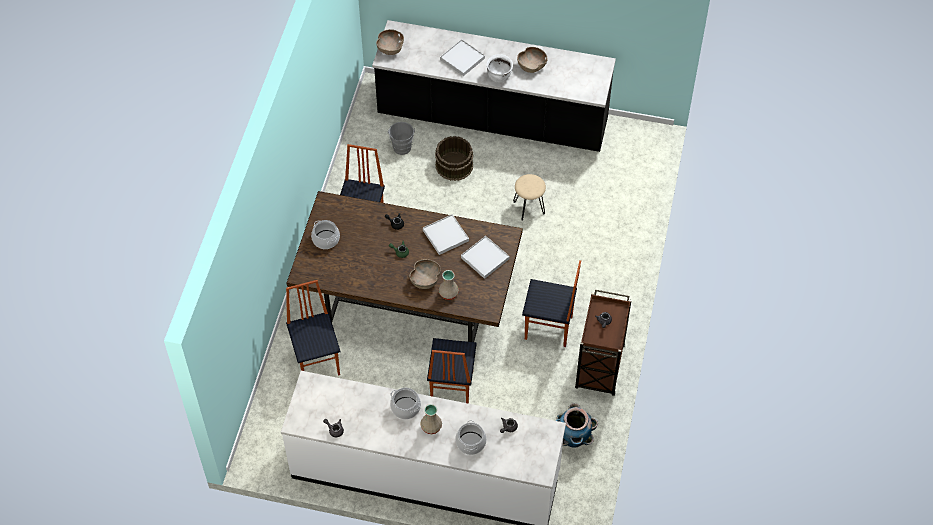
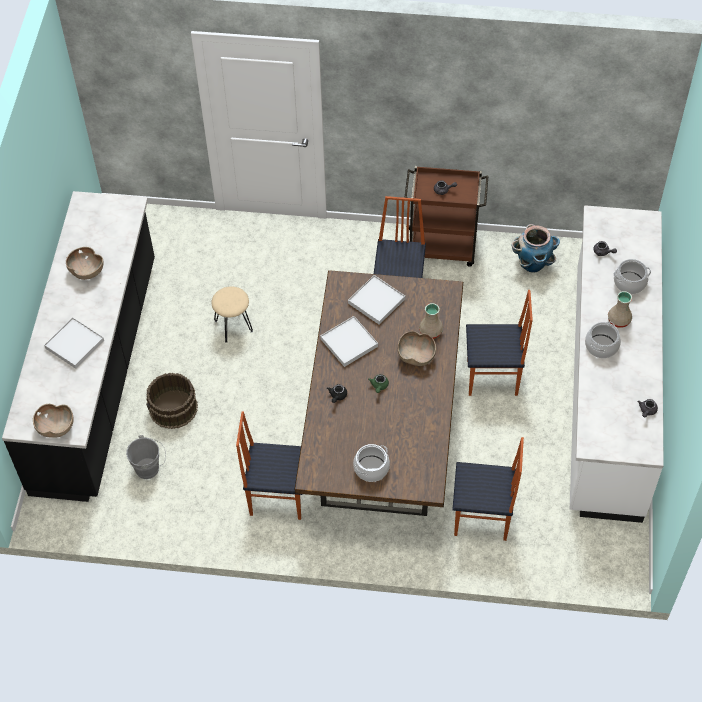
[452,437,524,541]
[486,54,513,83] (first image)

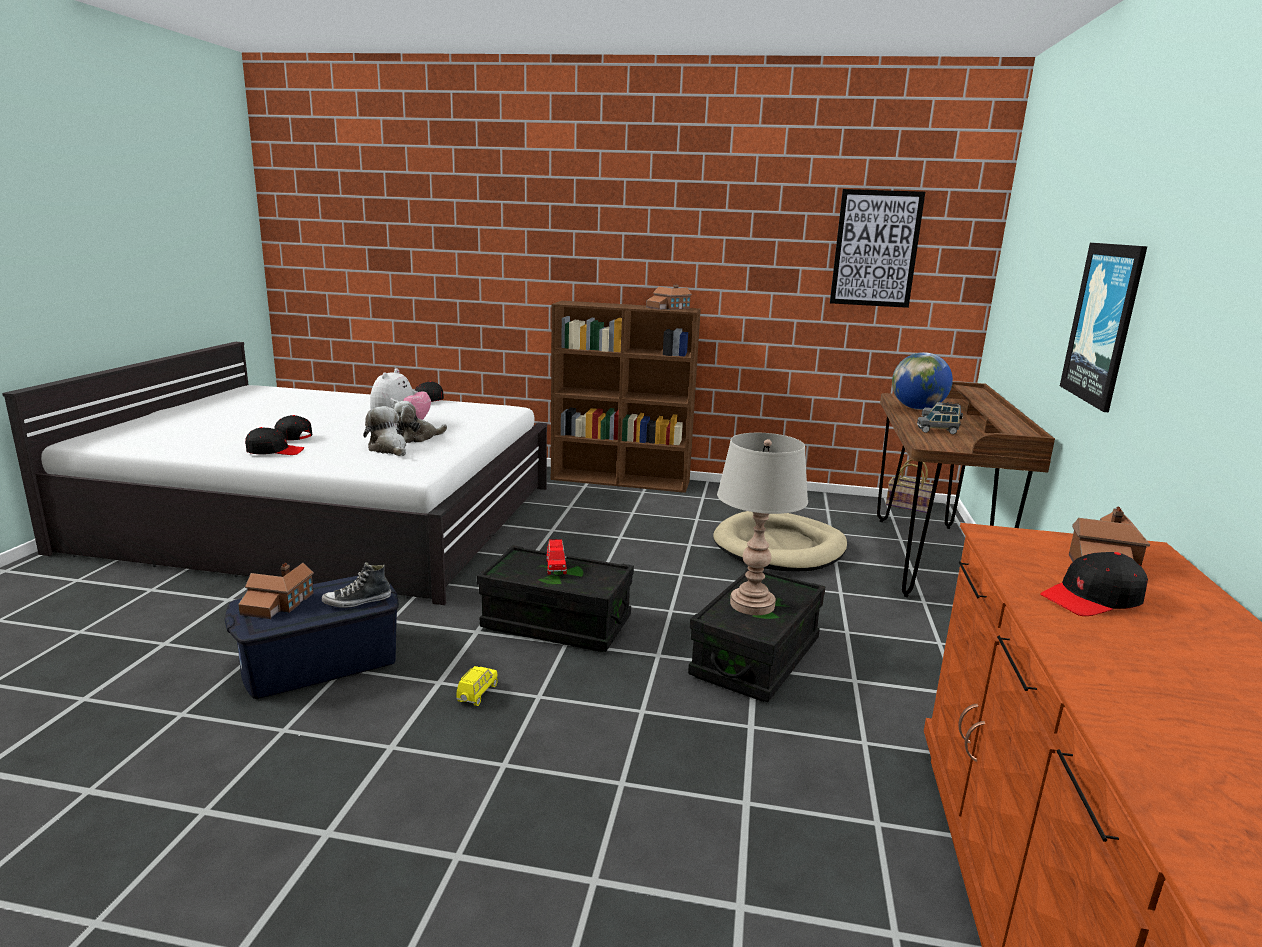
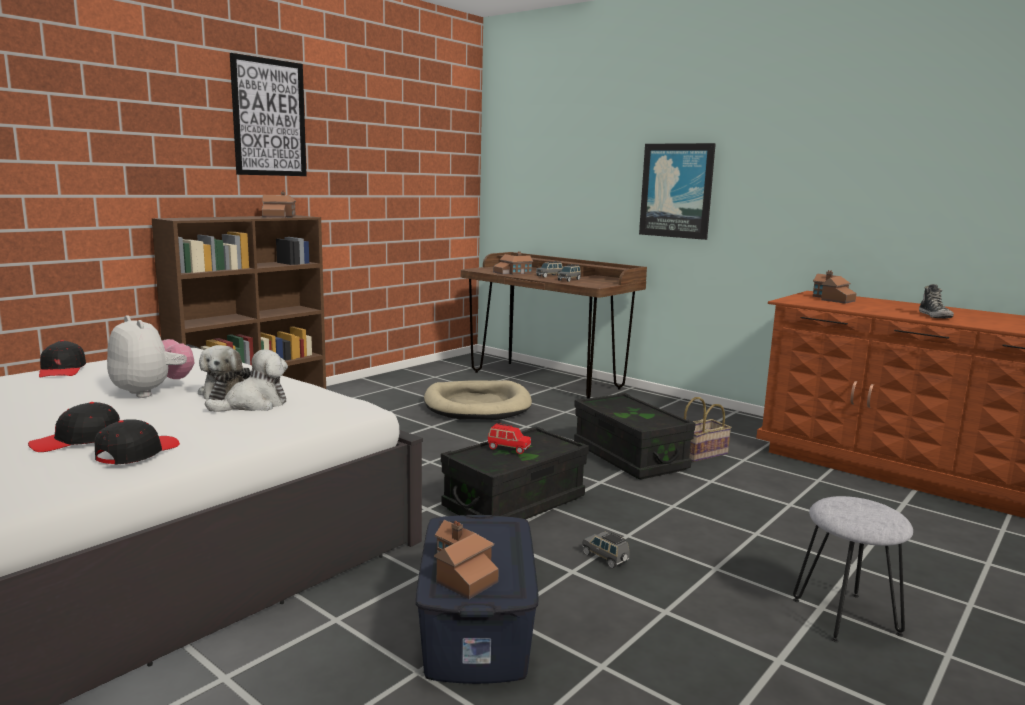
[205,349,288,412]
[230,53,307,176]
[493,252,533,275]
[582,531,630,568]
[684,397,732,462]
[793,496,913,642]
[919,284,954,318]
[717,433,808,615] (first image)
[1040,552,1148,616] (first image)

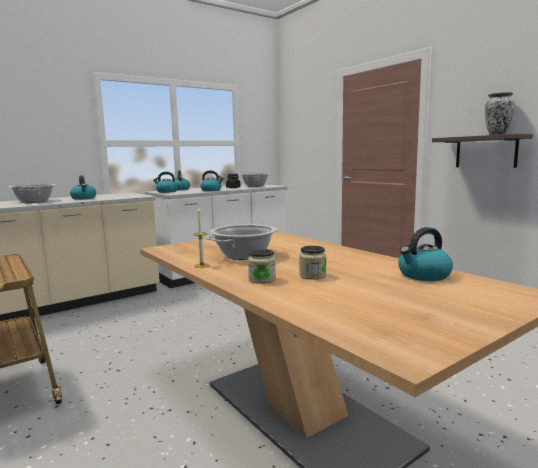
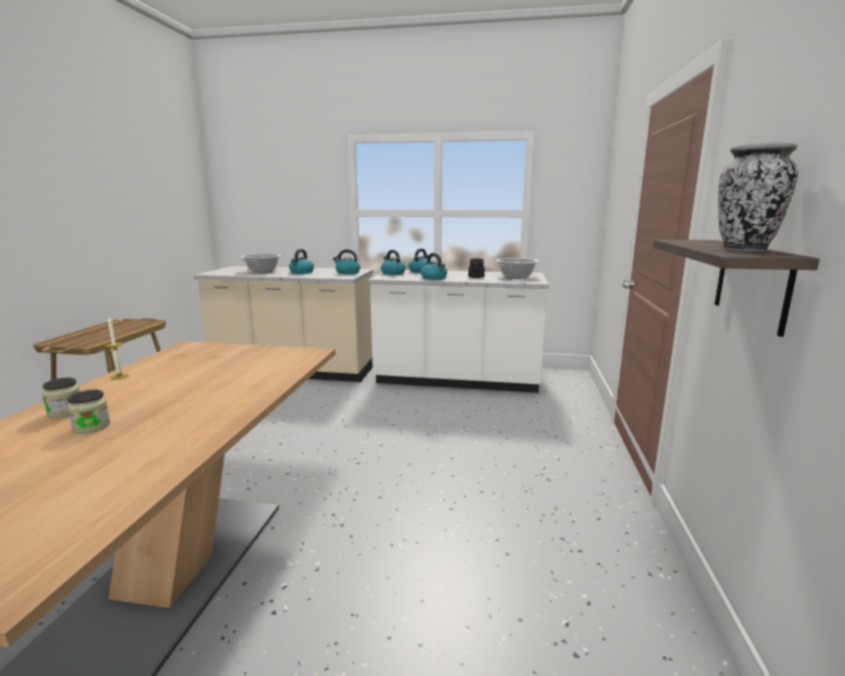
[333,249,360,274]
[206,224,278,260] (first image)

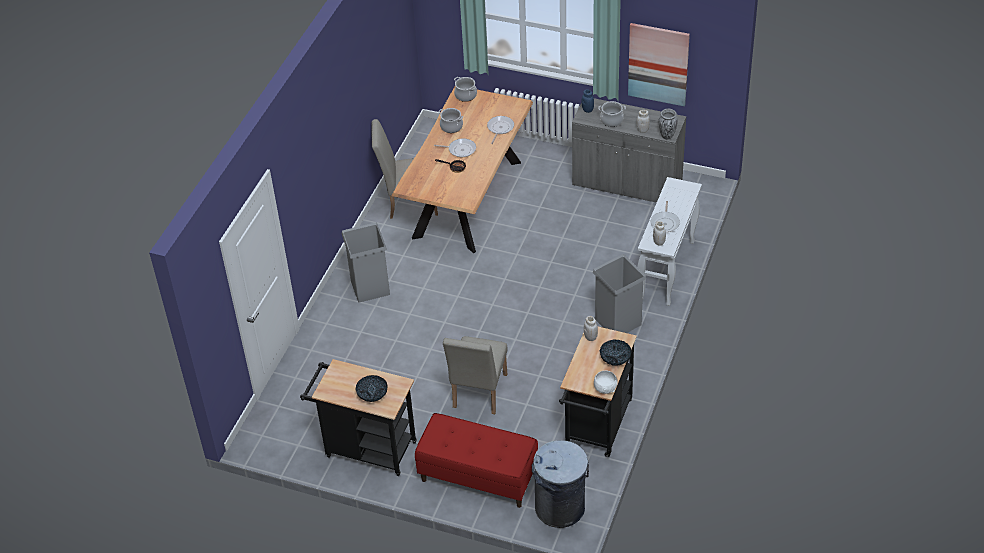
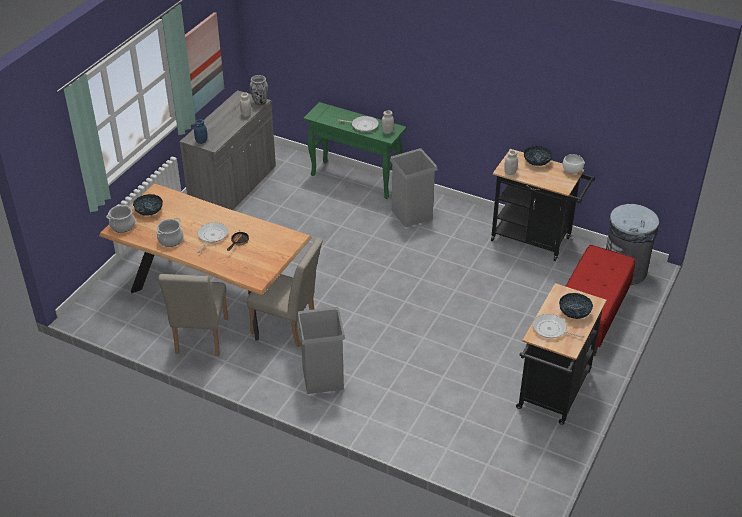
[133,194,163,216]
[247,237,323,347]
[303,102,406,199]
[533,314,585,338]
[598,101,626,127] (first image)

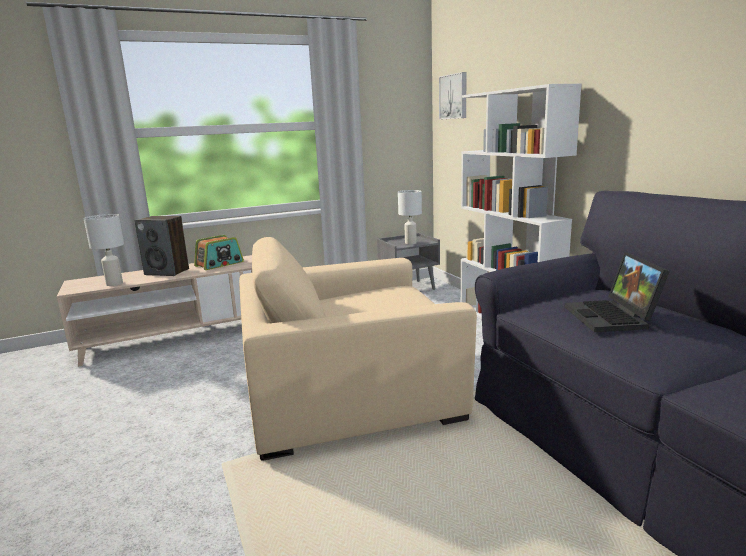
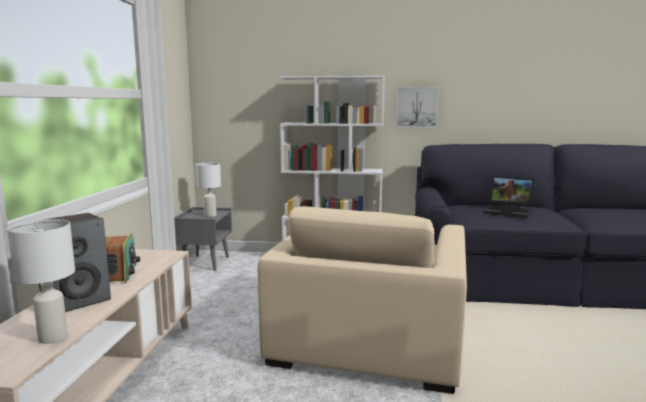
[396,87,438,128]

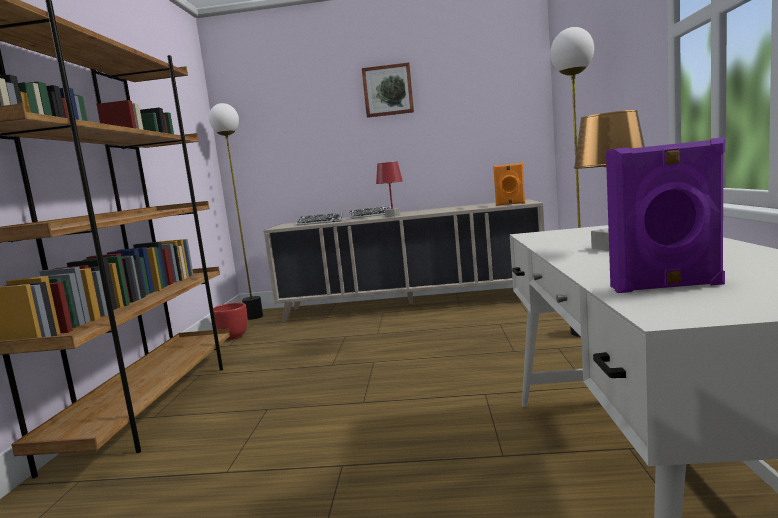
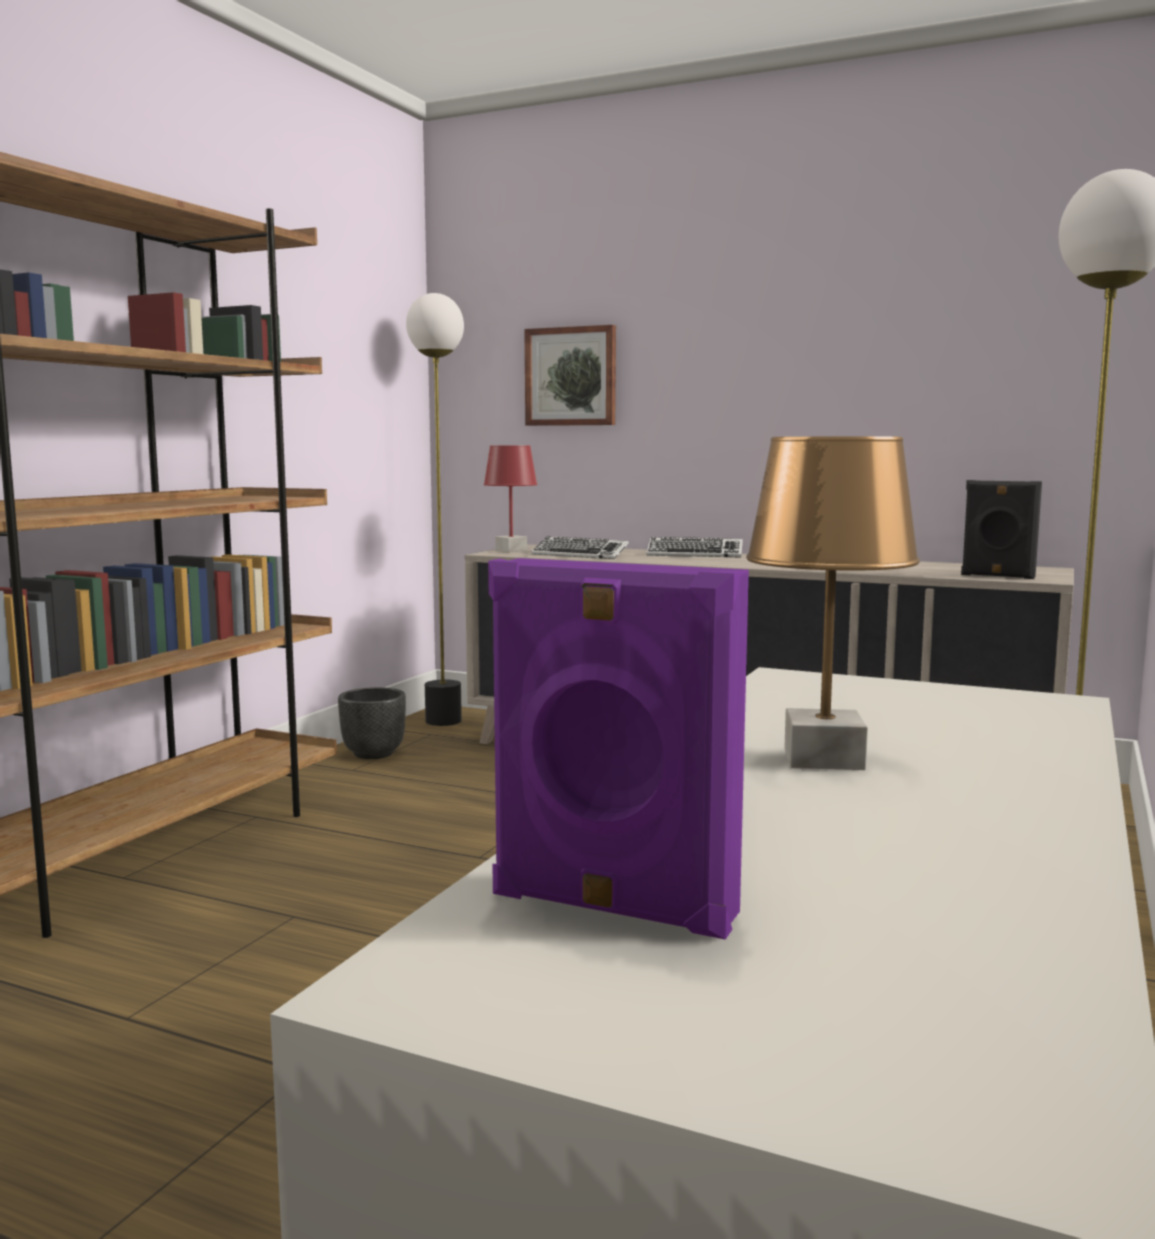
[338,687,406,759]
[484,445,537,552]
[525,325,616,426]
[961,480,1042,579]

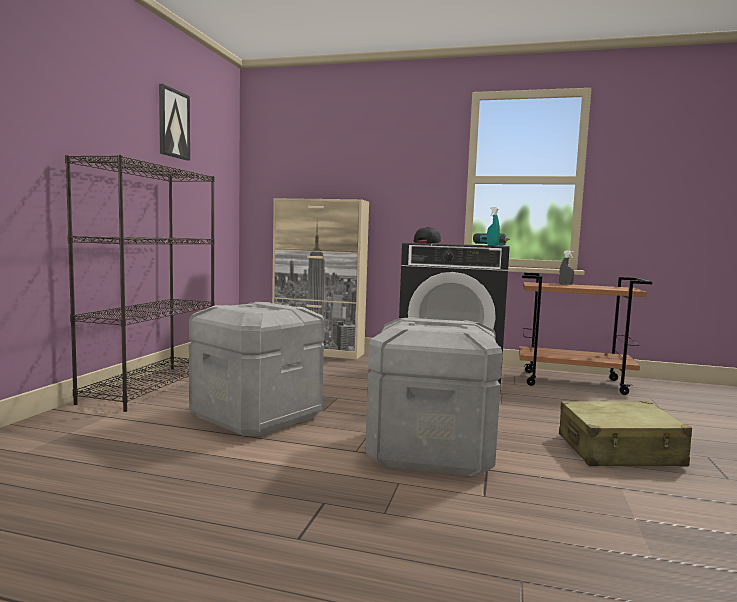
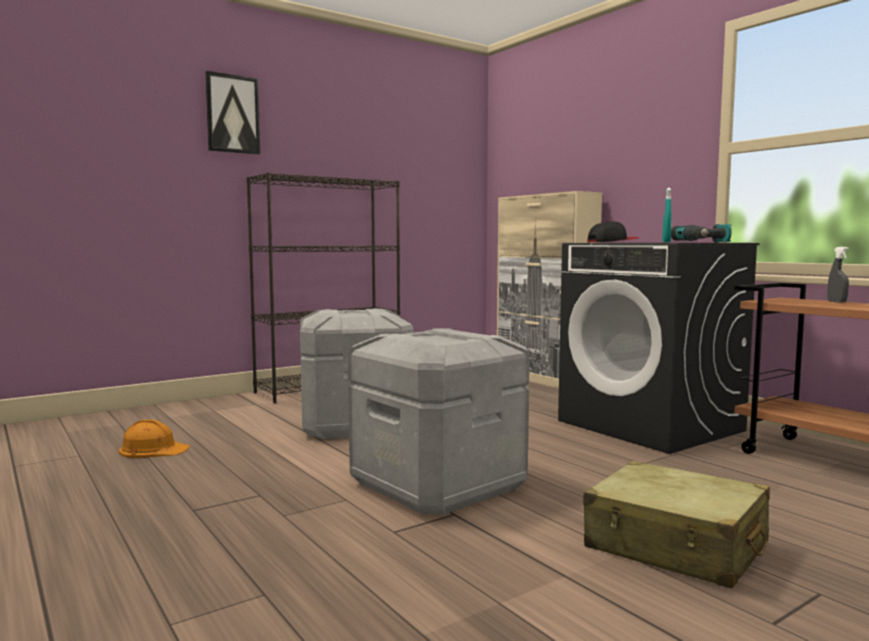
[119,420,190,458]
[205,71,260,155]

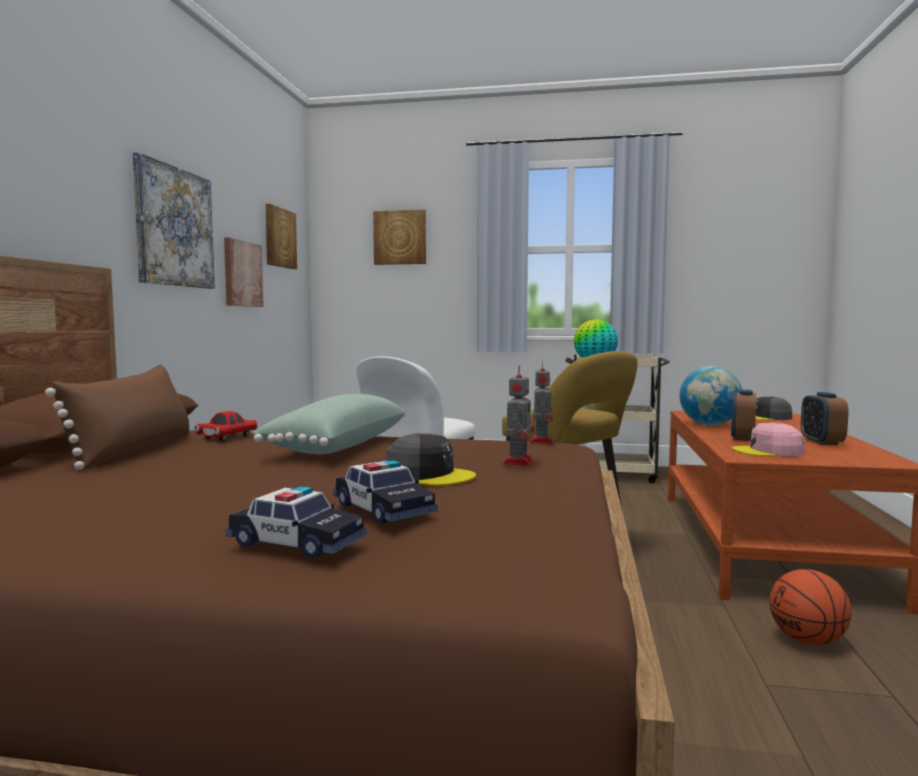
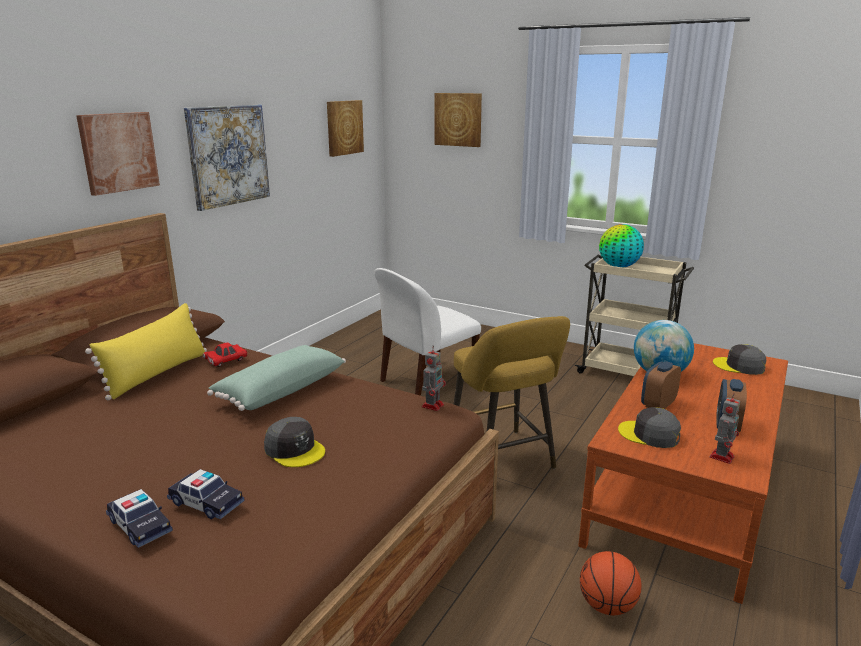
[76,112,160,196]
[85,303,207,400]
[167,469,245,519]
[618,407,681,448]
[710,393,740,464]

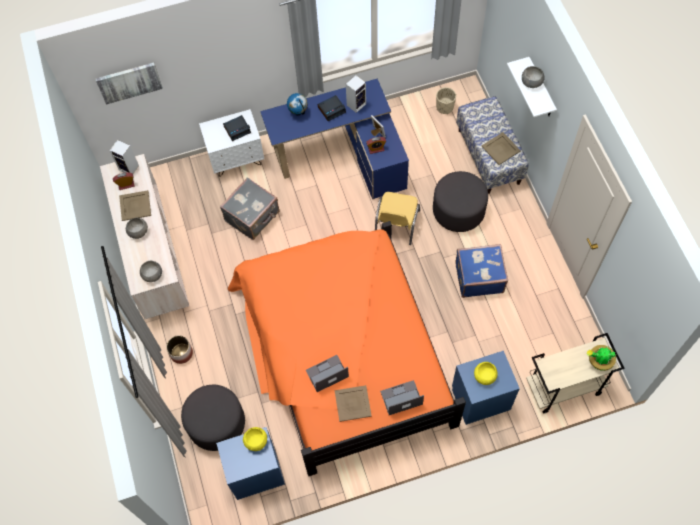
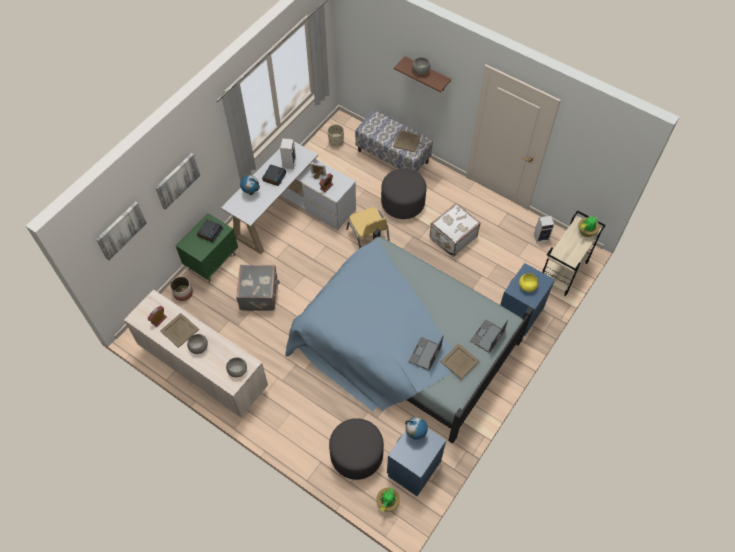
[155,153,200,210]
[170,276,193,301]
[175,213,238,282]
[221,141,356,254]
[285,228,533,443]
[377,488,400,512]
[394,56,451,92]
[405,417,428,440]
[430,203,481,257]
[534,215,554,243]

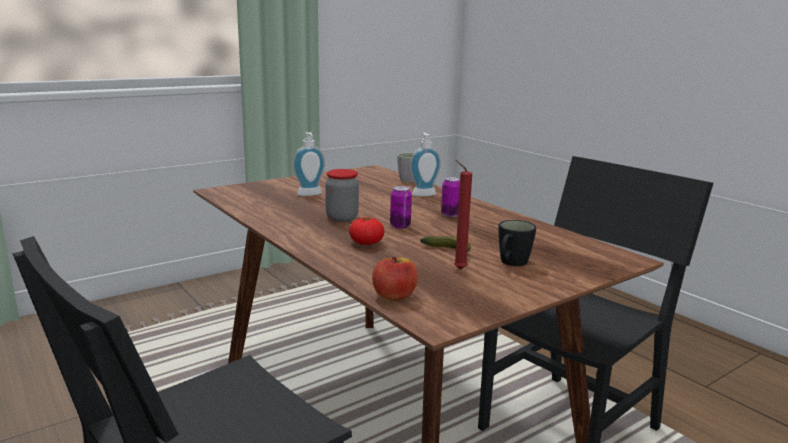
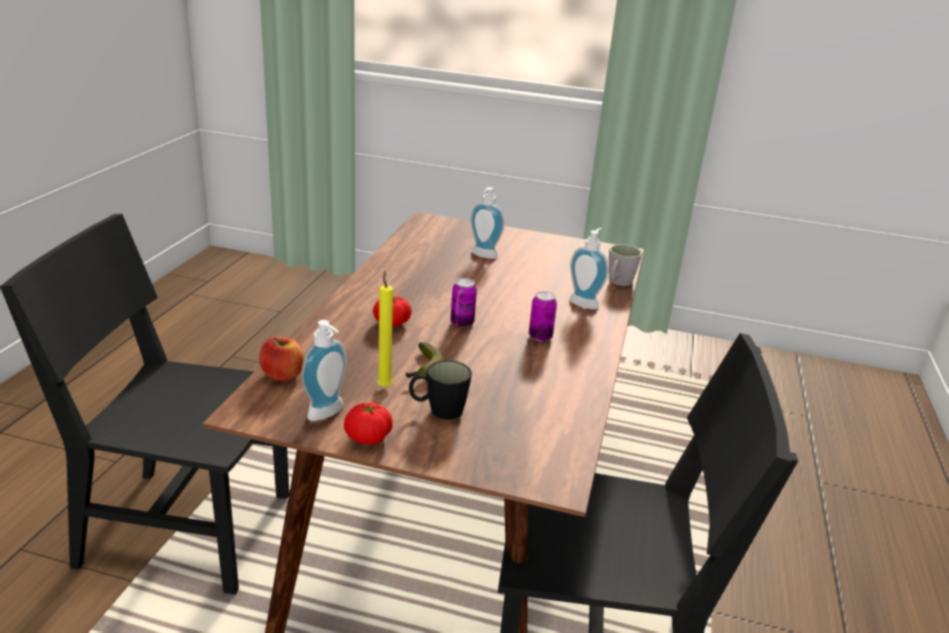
[301,320,347,421]
[344,403,393,445]
[377,270,393,388]
[325,169,359,222] (first image)

